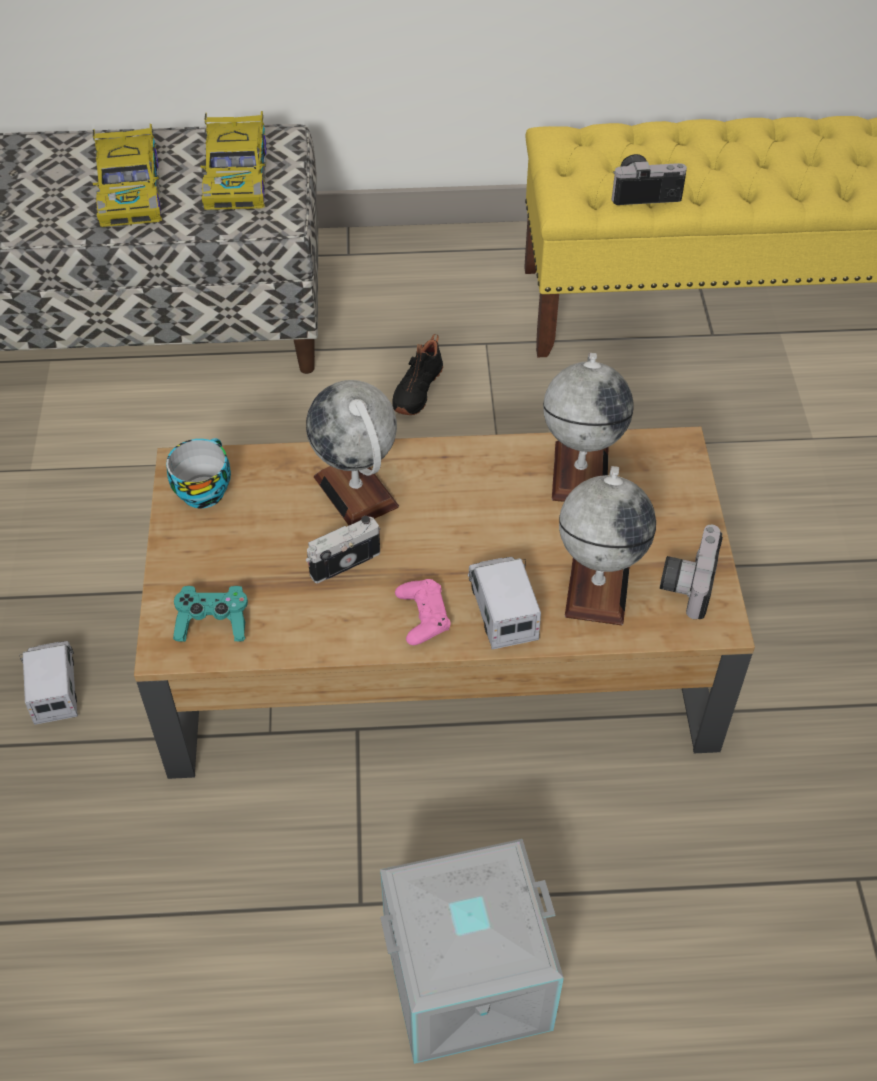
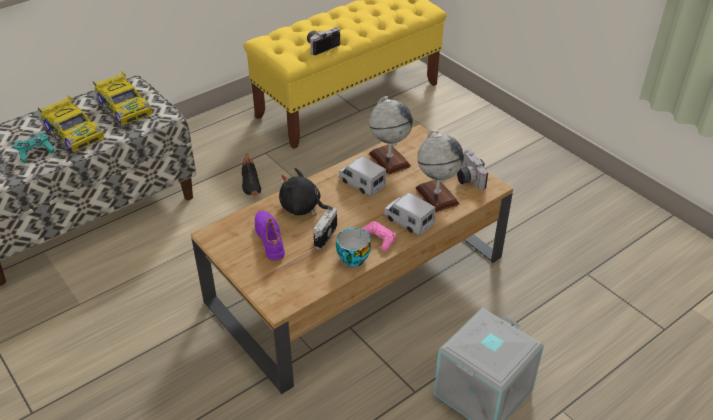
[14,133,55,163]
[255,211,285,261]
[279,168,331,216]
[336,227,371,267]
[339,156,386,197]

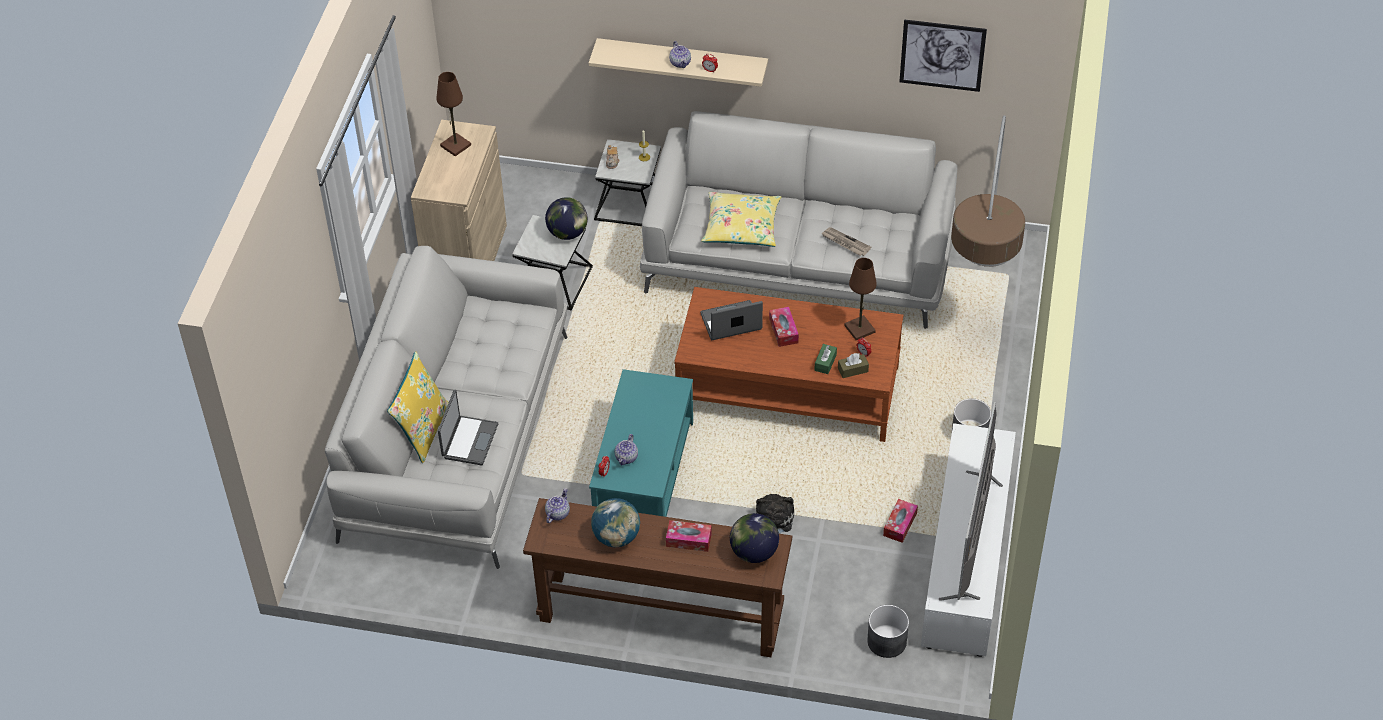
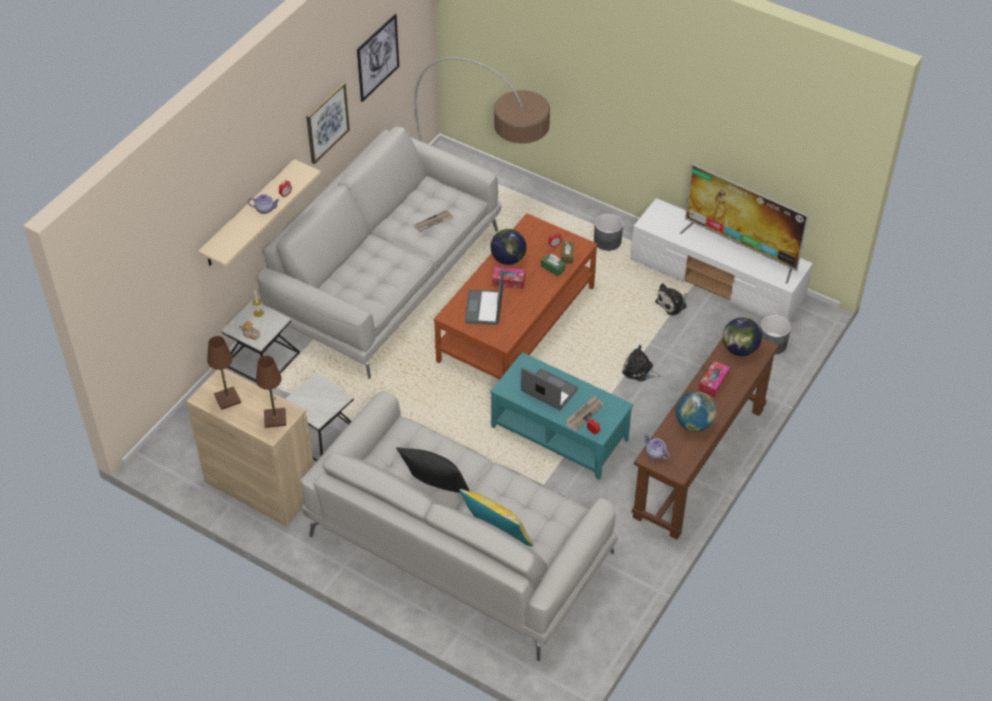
[256,356,286,428]
[306,82,350,164]
[396,447,470,493]
[491,229,527,265]
[521,368,578,410]
[566,395,604,431]
[655,283,687,315]
[701,192,781,247] (first image)

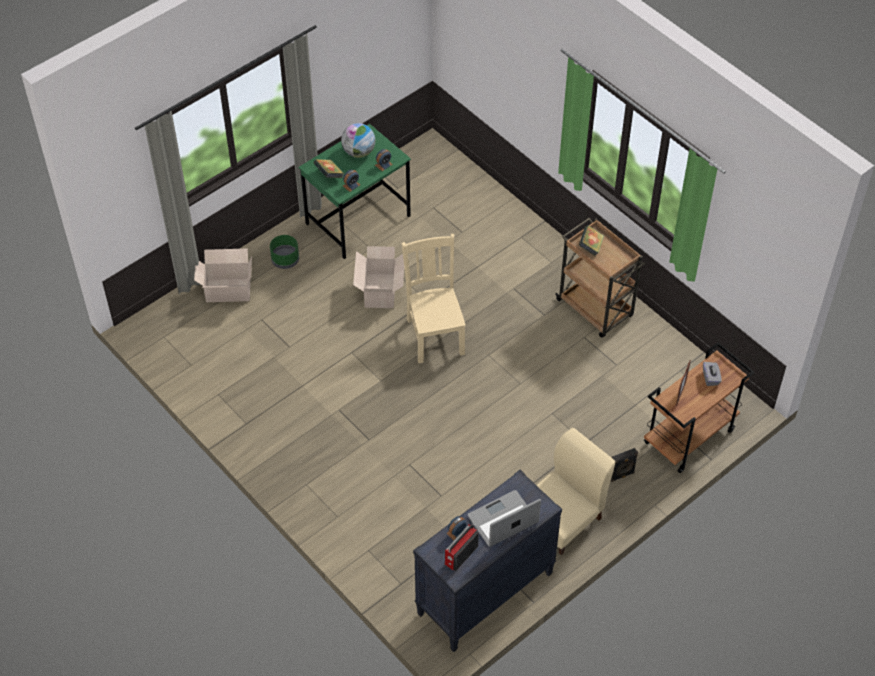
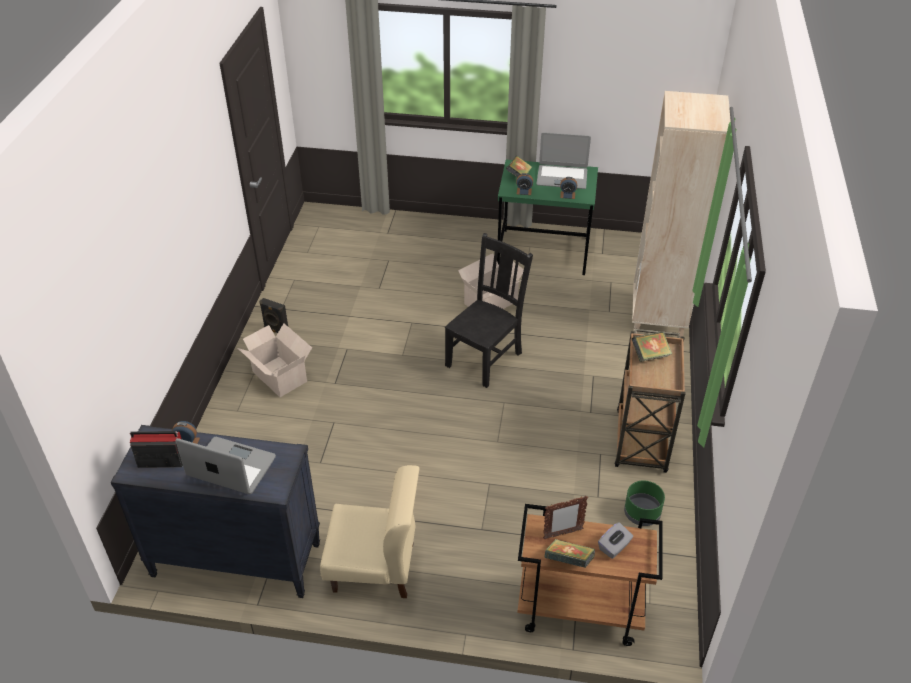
[238,323,312,397]
[259,298,288,333]
[445,233,533,388]
[537,132,591,189]
[545,539,595,568]
[624,480,665,526]
[632,91,731,337]

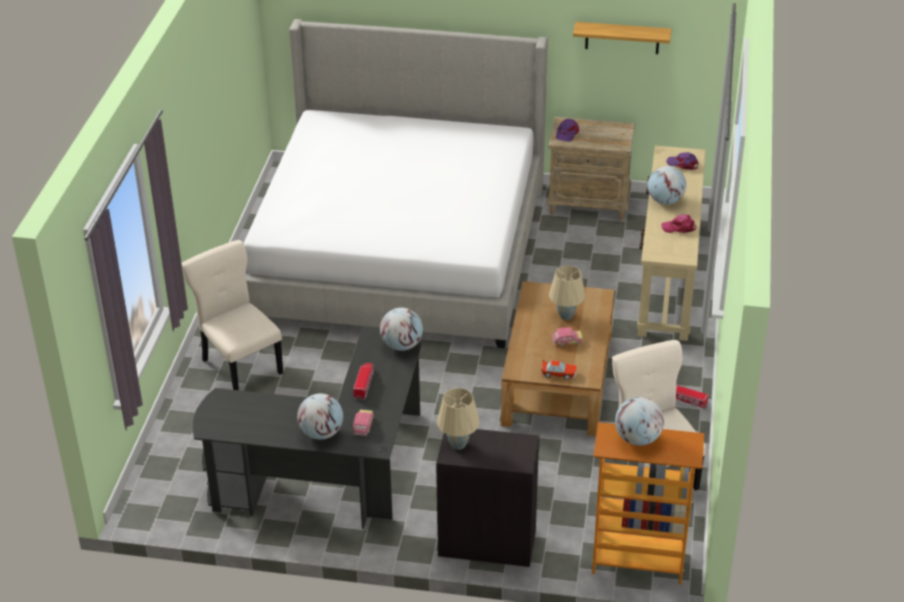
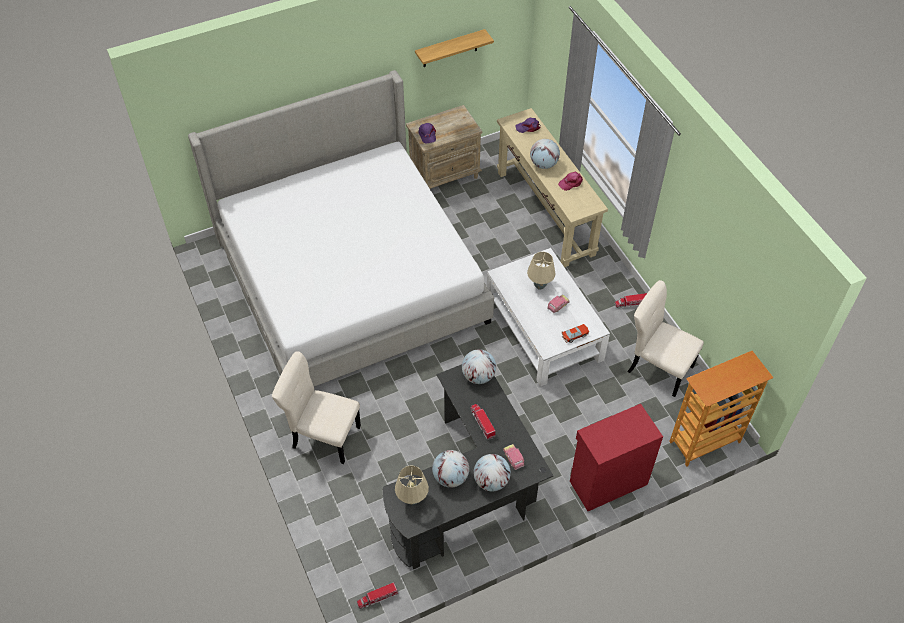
[357,582,399,609]
[395,466,429,505]
[432,450,469,488]
[487,248,610,387]
[570,404,663,511]

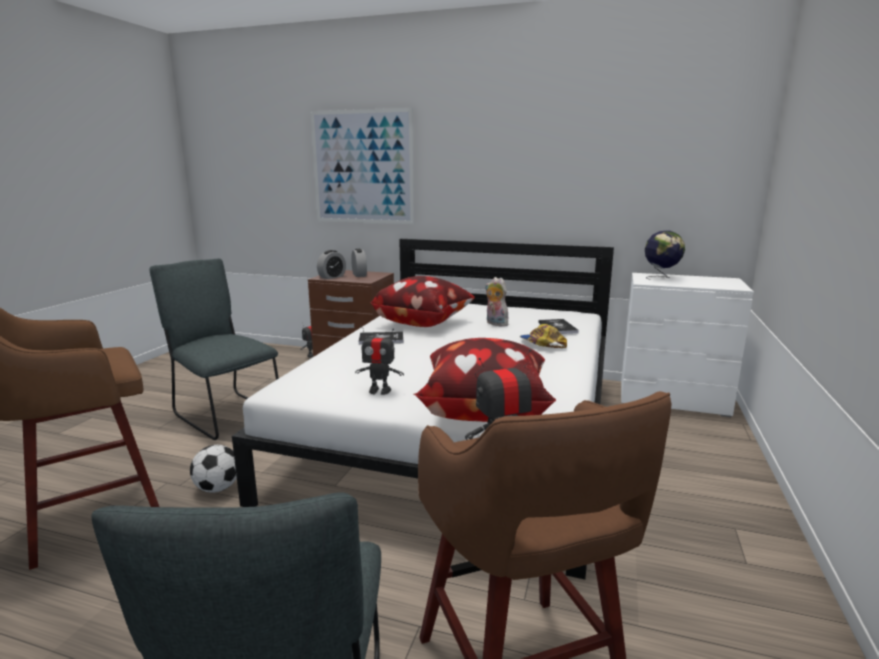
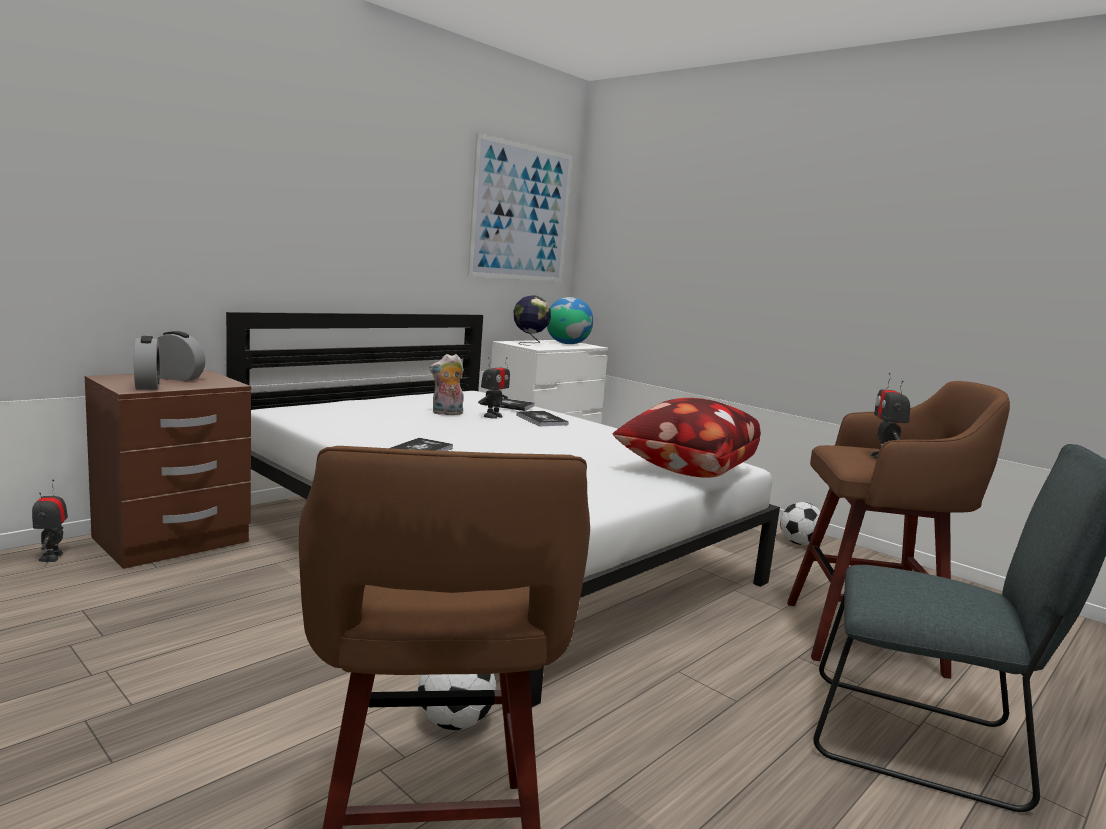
[468,133,572,282]
[478,357,510,419]
[516,411,568,427]
[547,297,593,344]
[780,502,821,545]
[149,258,279,440] (first image)
[370,276,475,327] (first image)

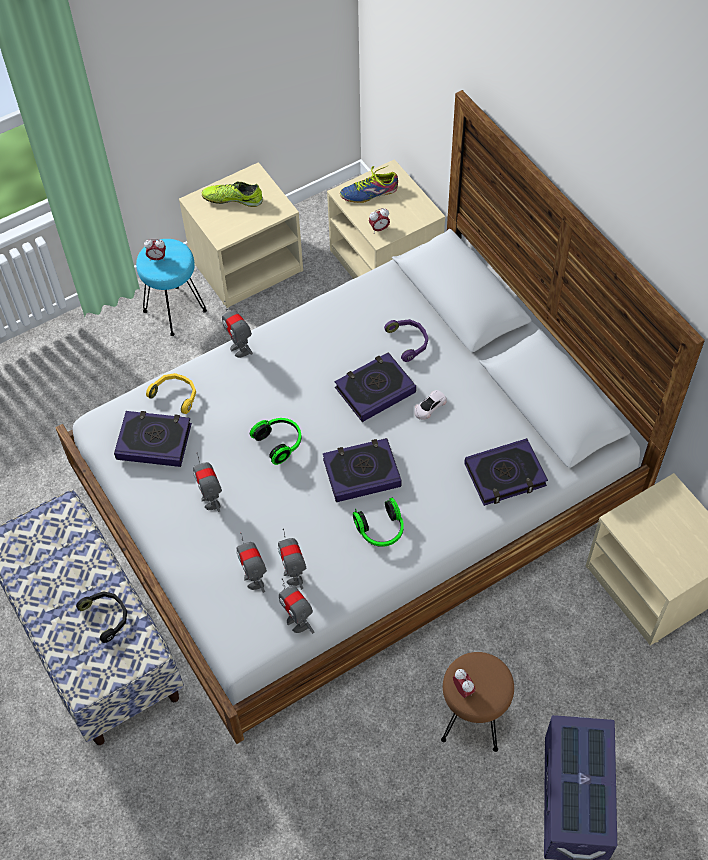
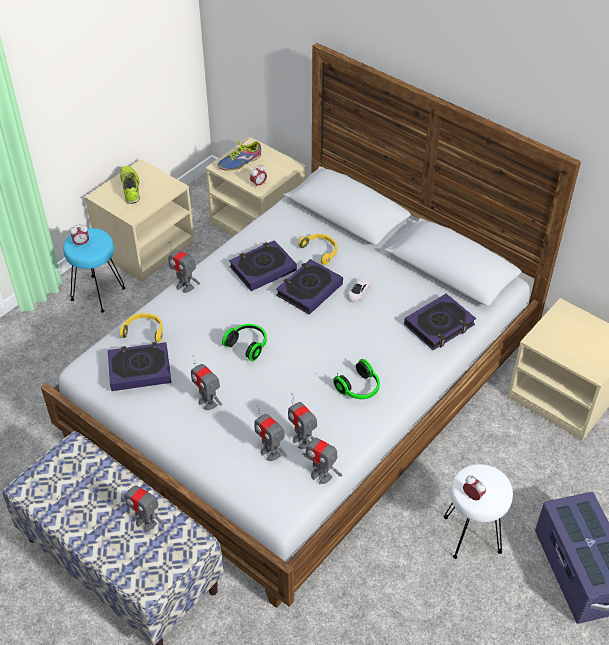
[120,166,140,204]
[125,480,164,531]
[229,240,297,291]
[298,234,337,265]
[444,464,513,559]

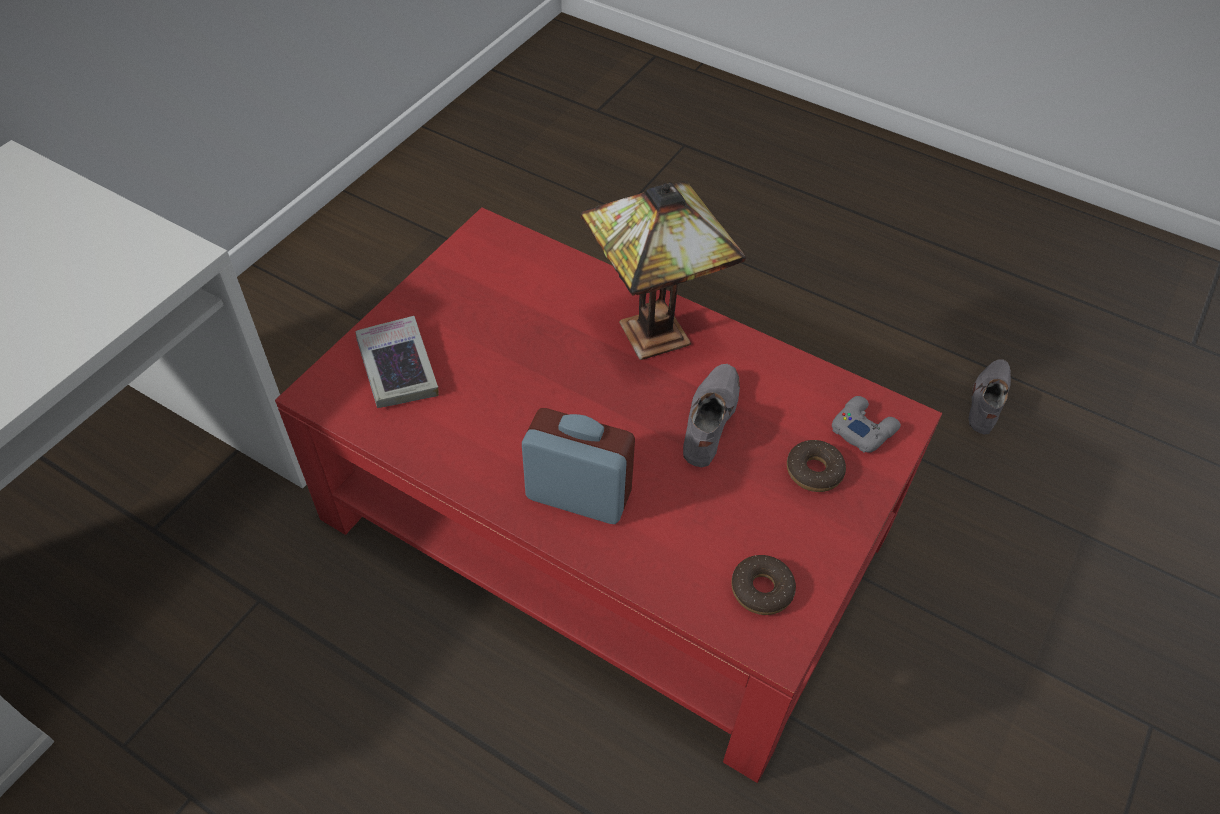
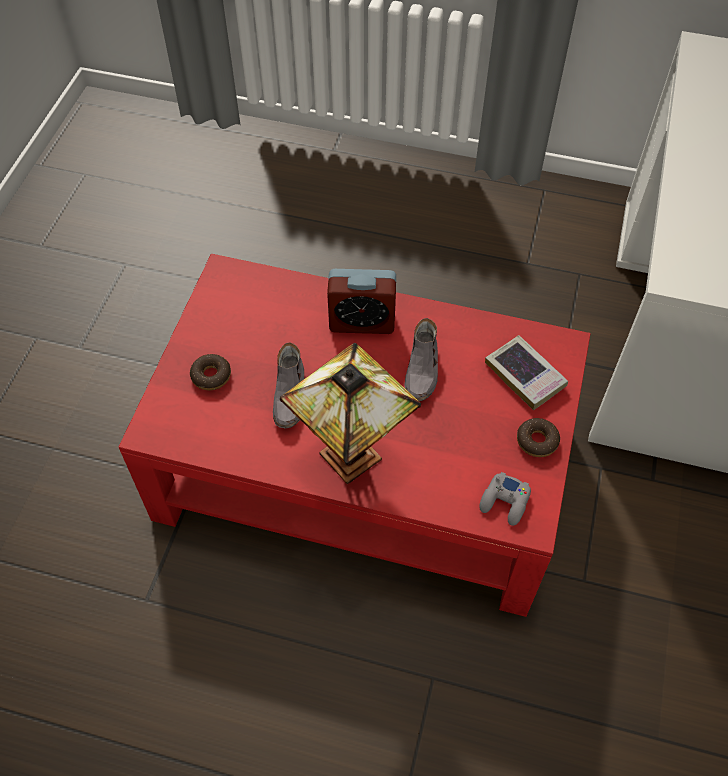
[405,318,438,401]
[479,472,531,526]
[517,418,560,457]

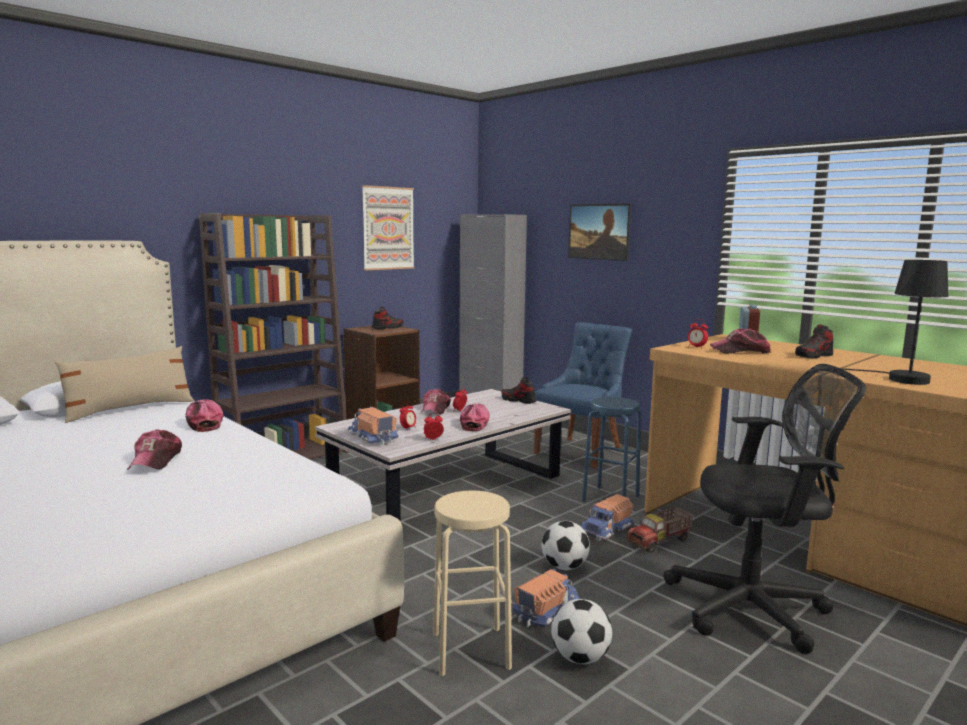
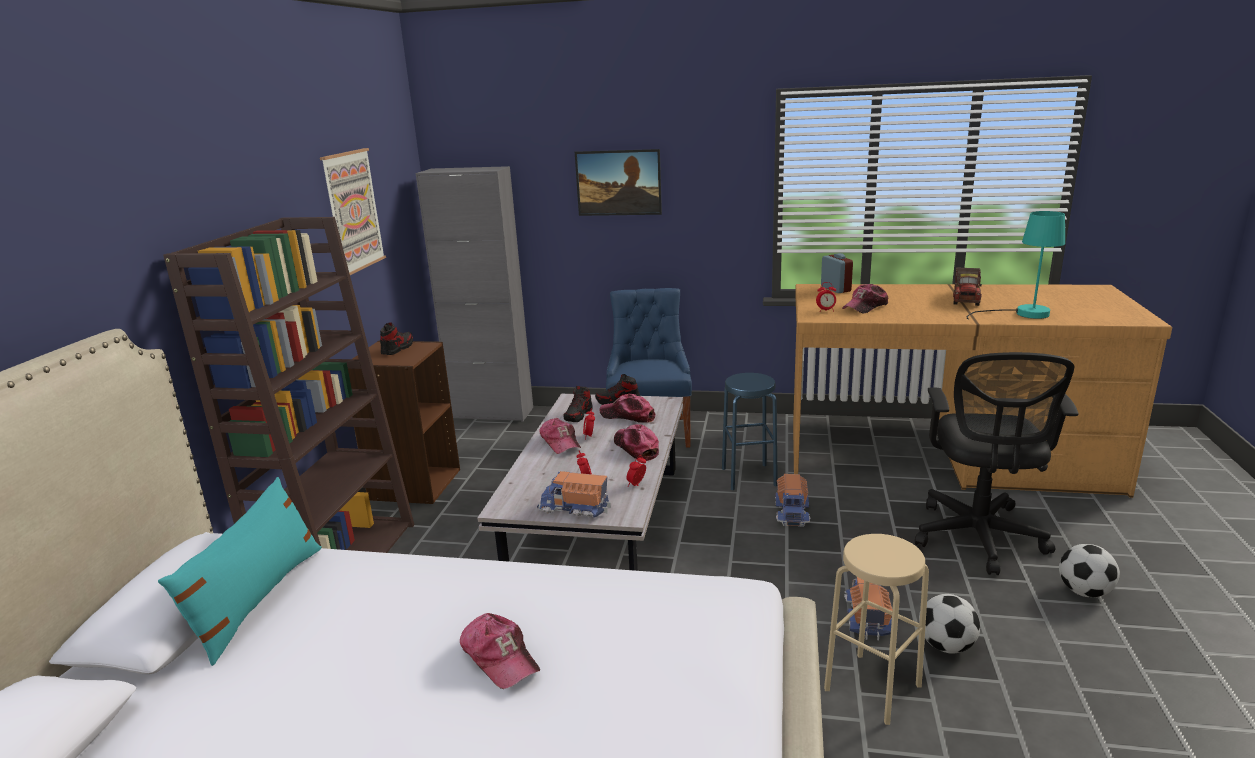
[158,477,322,666]
[563,386,593,422]
[600,394,656,423]
[915,352,1079,575]
[953,268,982,306]
[967,211,1065,320]
[1059,544,1120,598]

